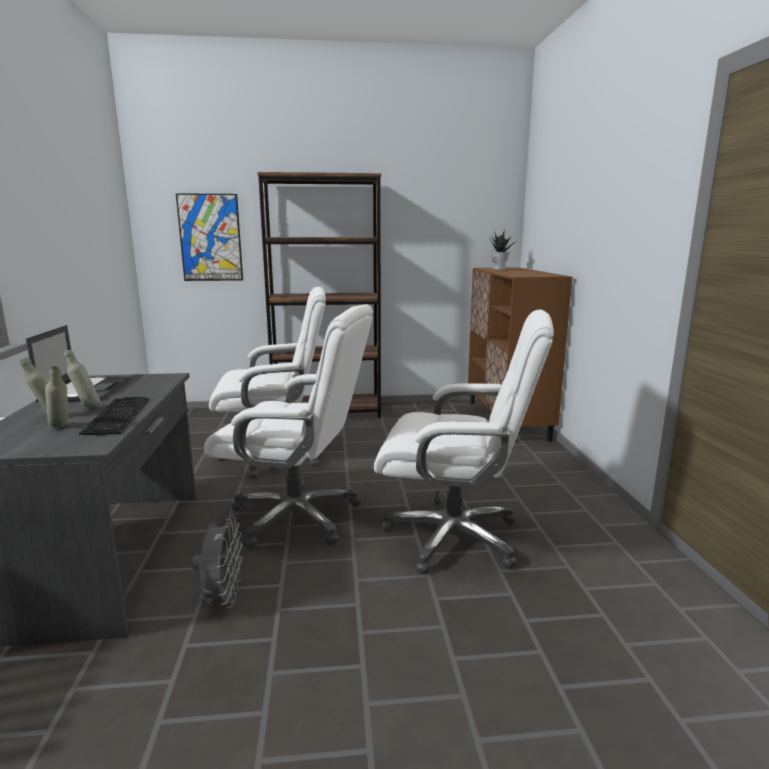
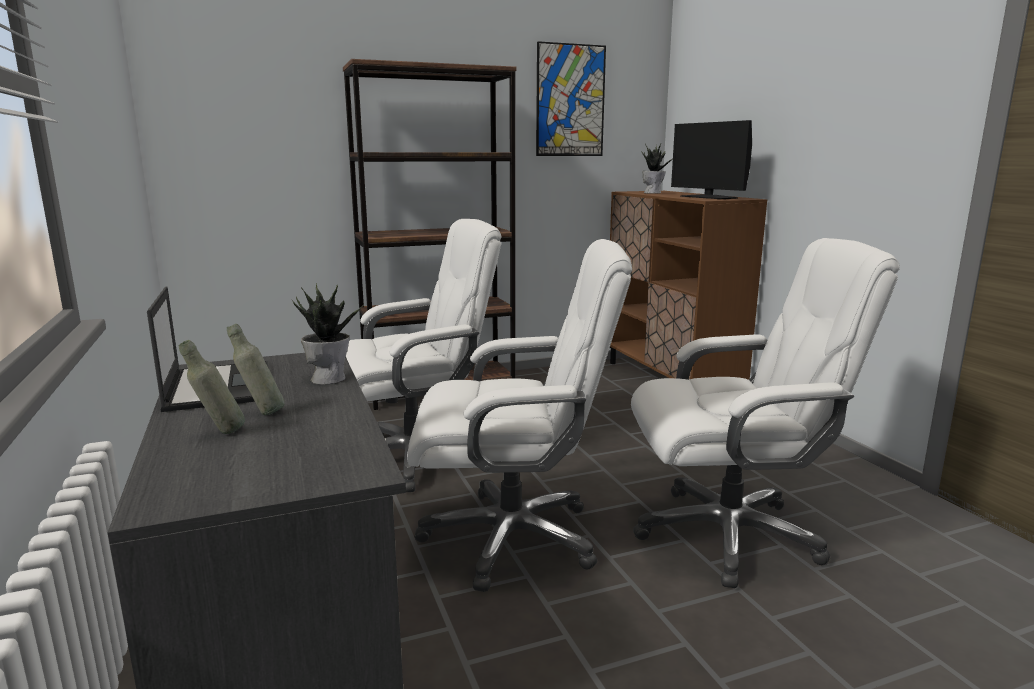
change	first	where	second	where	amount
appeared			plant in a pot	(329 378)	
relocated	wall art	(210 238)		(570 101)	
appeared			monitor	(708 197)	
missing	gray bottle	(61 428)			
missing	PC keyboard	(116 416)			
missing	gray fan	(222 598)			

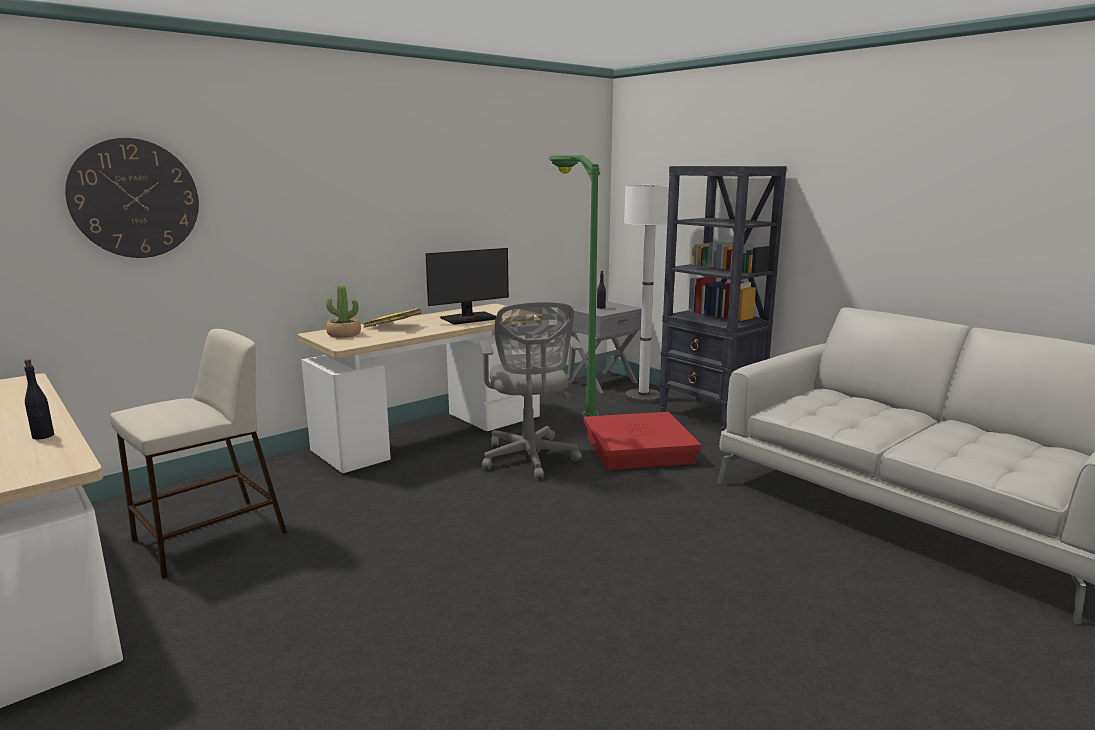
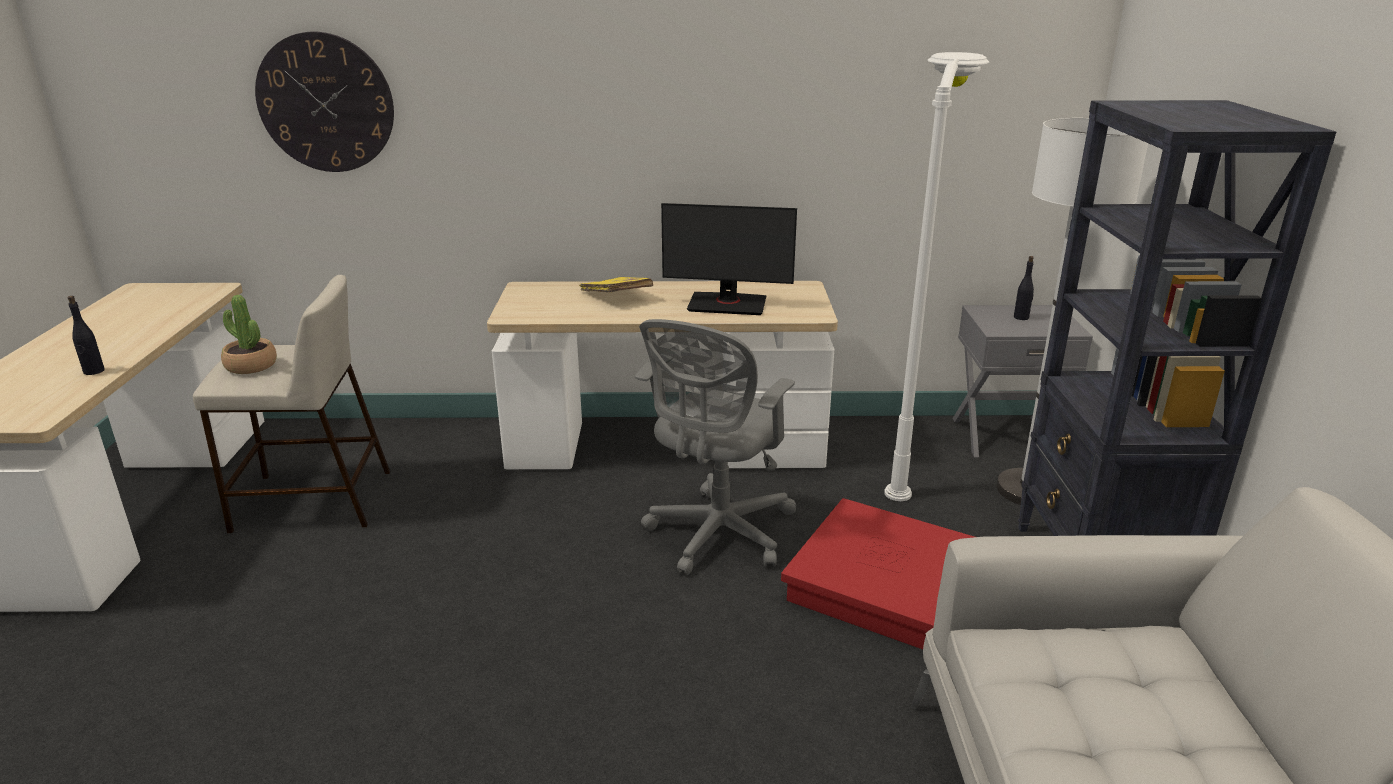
change	first	where	second	where	amount
relocated	plant in a pot	(344 334)		(251 366)	
colour	green standard lamp	(570 400)	whitish standard lamp	(909 455)	

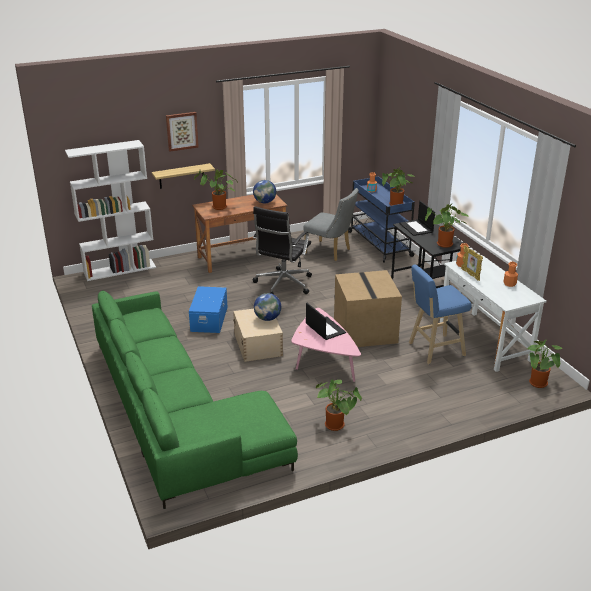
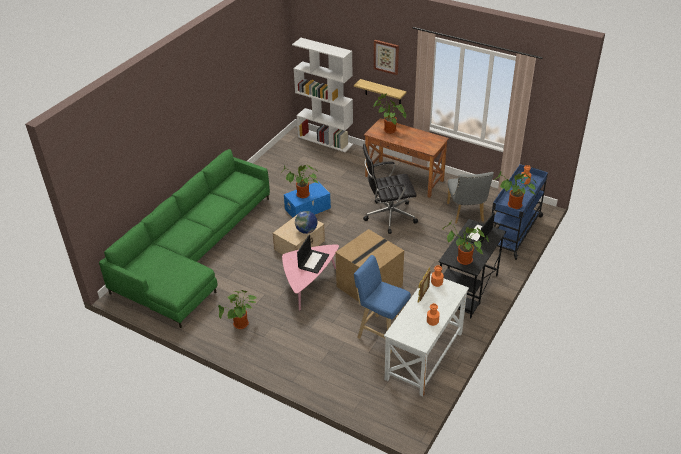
change	first	where	second	where	amount
relocated	plant in a pot	(539 384)		(302 195)	
missing	world globe	(265 202)			

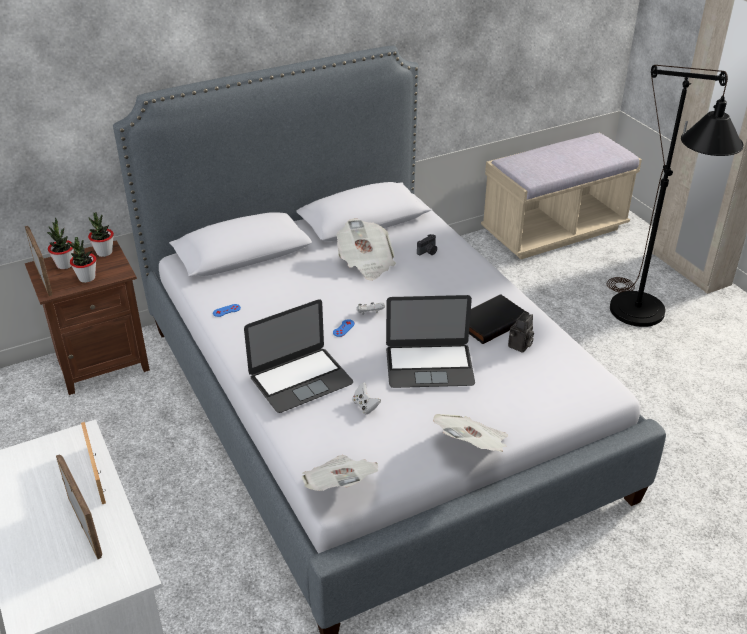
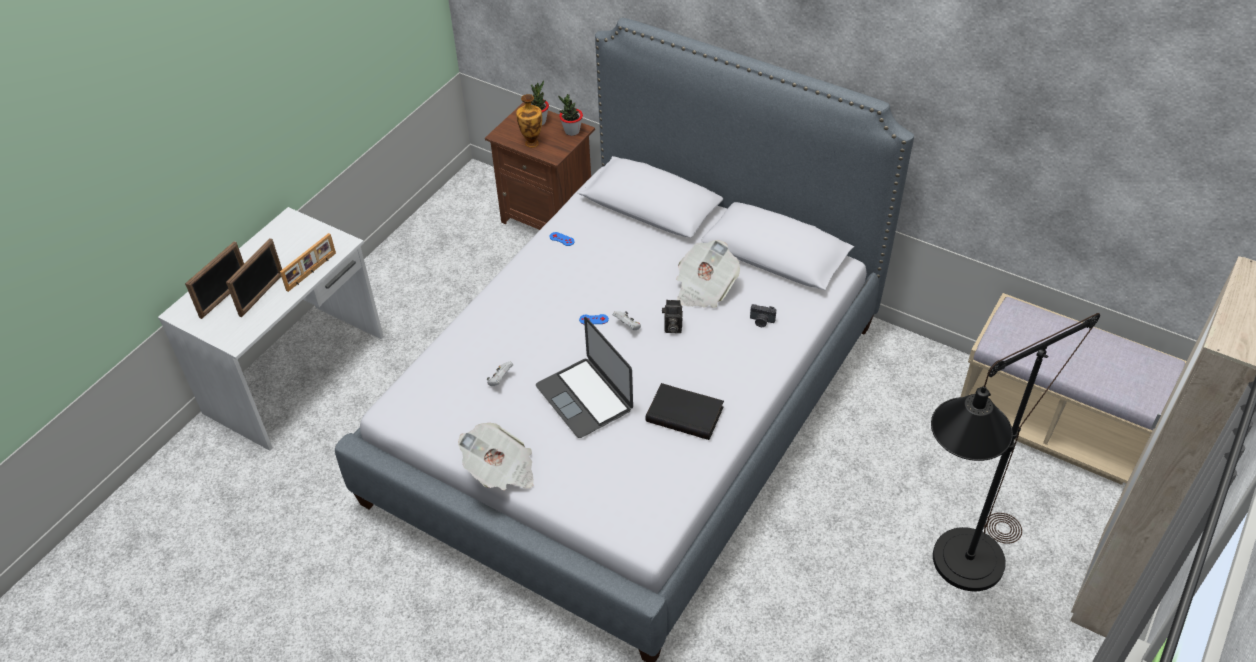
change	first	where	second	where	amount
relocated	photo frame	(43 279)		(225 297)	
exchanged	plant in a pot	(87 278)	vase	(532 142)	
relocated	photo camera	(520 346)		(672 328)	
missing	laptop	(301 379)			
missing	printed paper	(340 486)			

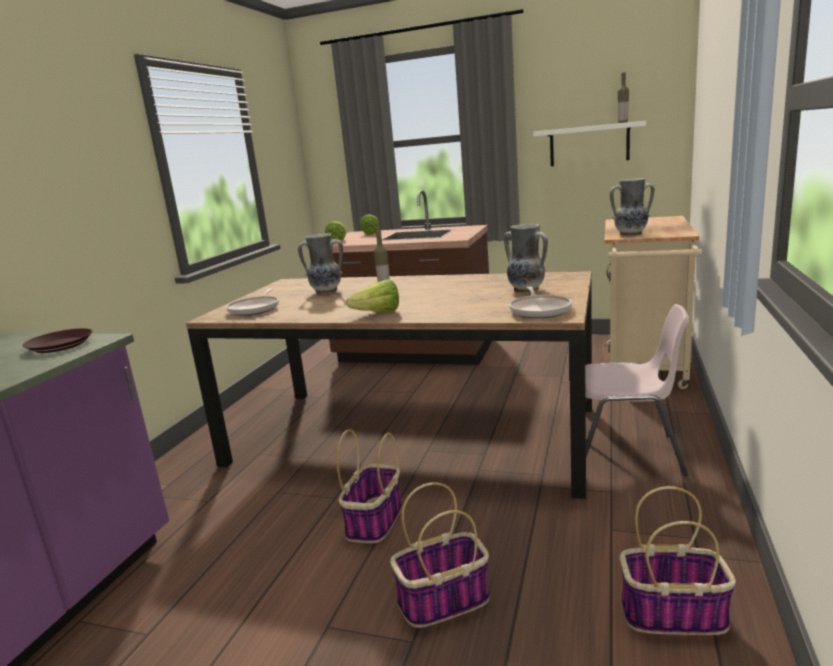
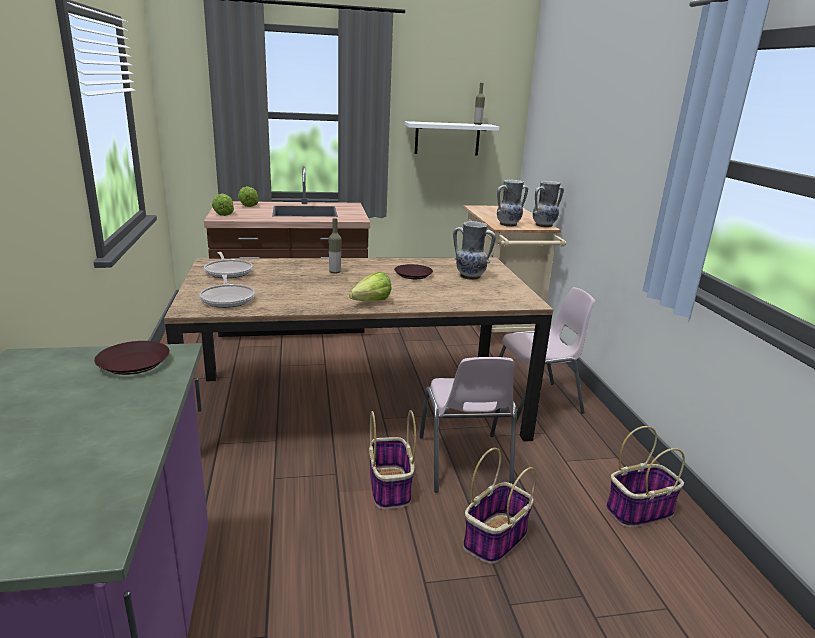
change	first	where	second	where	amount
relocated	frying pan	(540 310)		(228 272)	
appeared			brown flat dish	(413 275)	
appeared			pink upright chair	(464 463)	
relocated	vase	(326 291)		(544 226)	

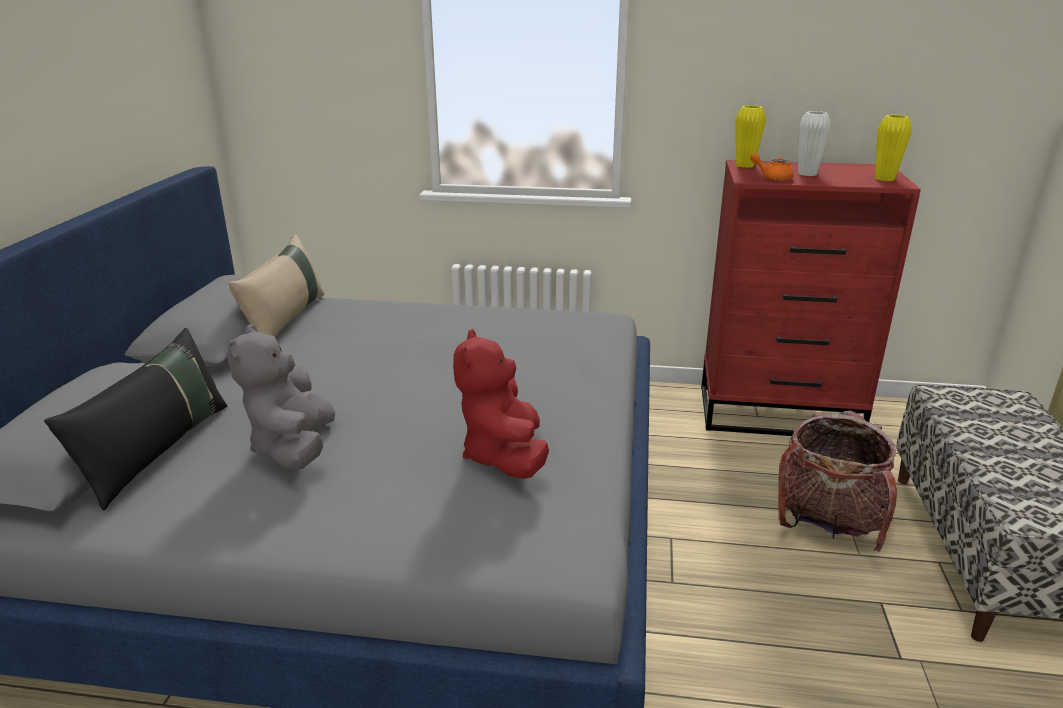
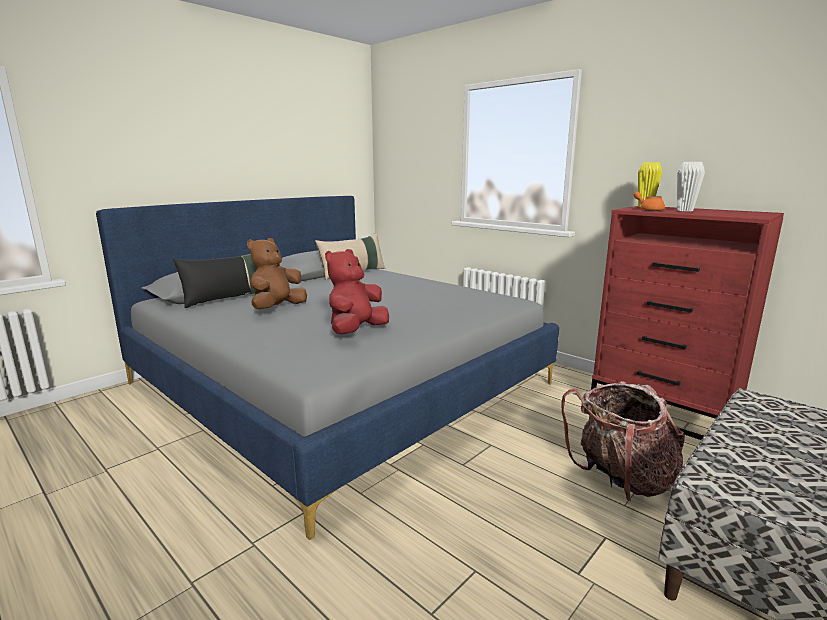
change	first	where	second	where	amount
colour	gray plush toy	(294 448)	brown plush toy	(277 308)	
missing	yellow vase	(884 179)			

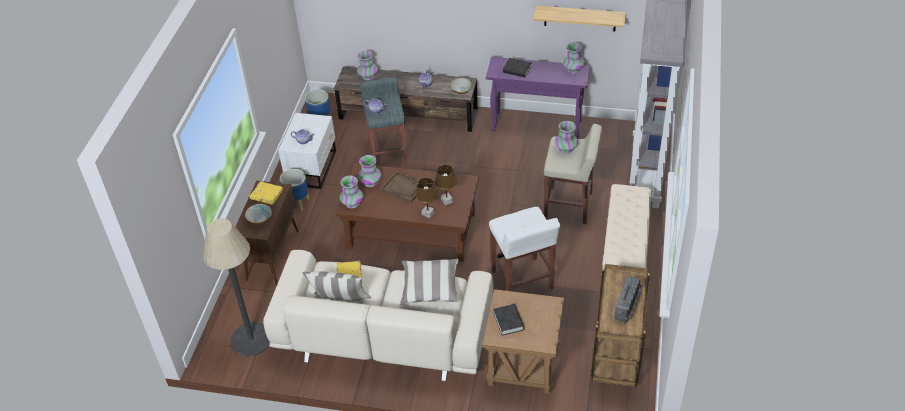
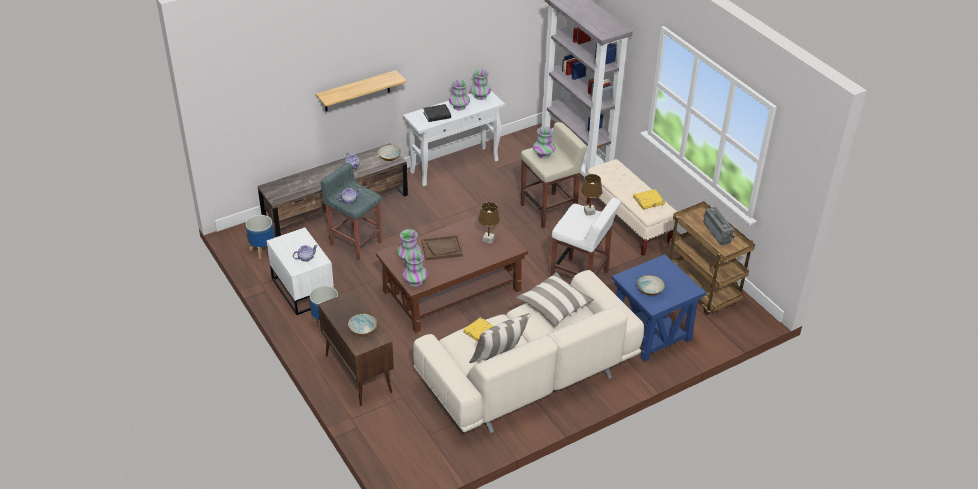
change	first	where	second	where	amount
relocated	bracket shelf	(580 18)		(357 91)	
colour	purplish console table	(537 126)	whitish console table	(455 166)	
relocated	vase	(367 76)		(459 107)	
relocated	brown tabletop lamp	(428 213)		(589 212)	
colour	brown end table	(522 365)	blue end table	(651 334)	
relocated	yellow volume	(266 194)		(648 201)	
exchanged	blackish volume	(508 321)	bowl	(649 290)	
missing	standard lamp	(251 339)			

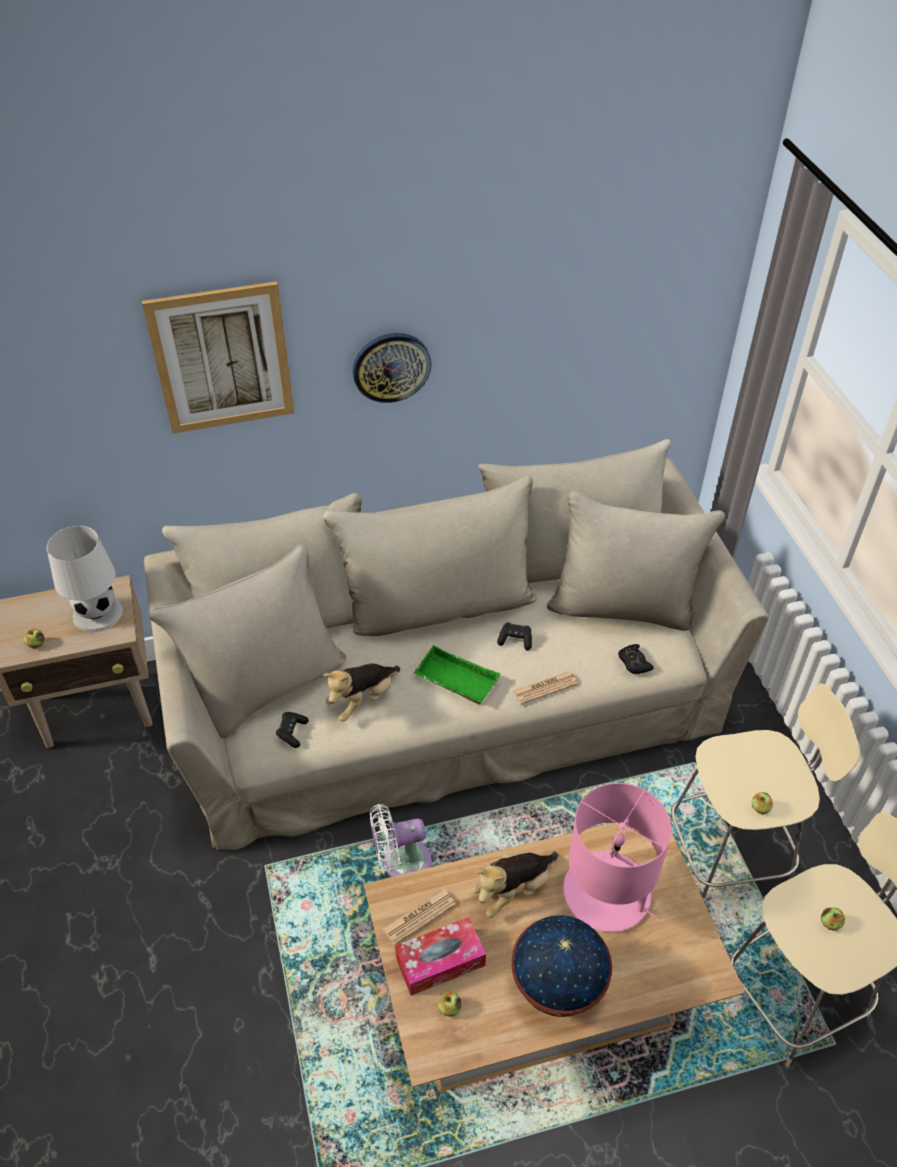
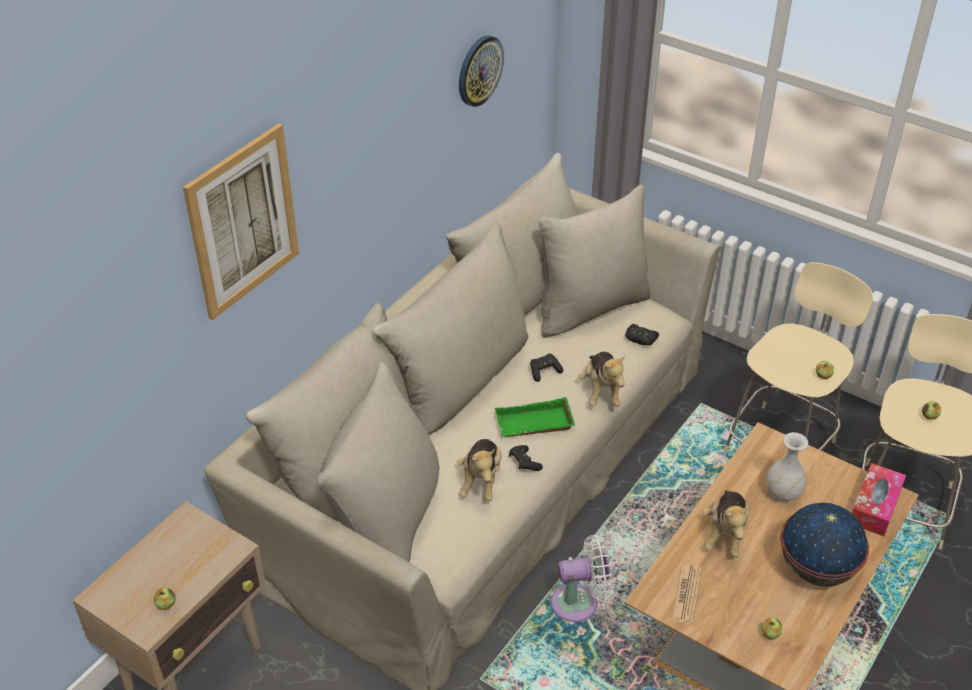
change	first	where	second	where	amount
relocated	hanging clock	(391 366)		(479 70)	
relocated	blackish joypad	(292 732)		(524 463)	
spun	whitish fan	(401 863)		(579 603)	135 degrees counterclockwise
exchanged	printed paper	(545 688)	plush toy	(601 391)	
exchanged	pink tabletop lamp	(608 893)	whitish vase	(783 494)	
relocated	tissue box	(440 961)		(875 506)	
missing	whitish tabletop lamp	(97 613)			

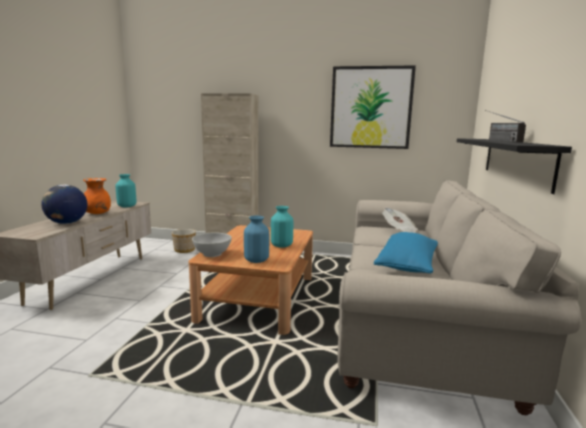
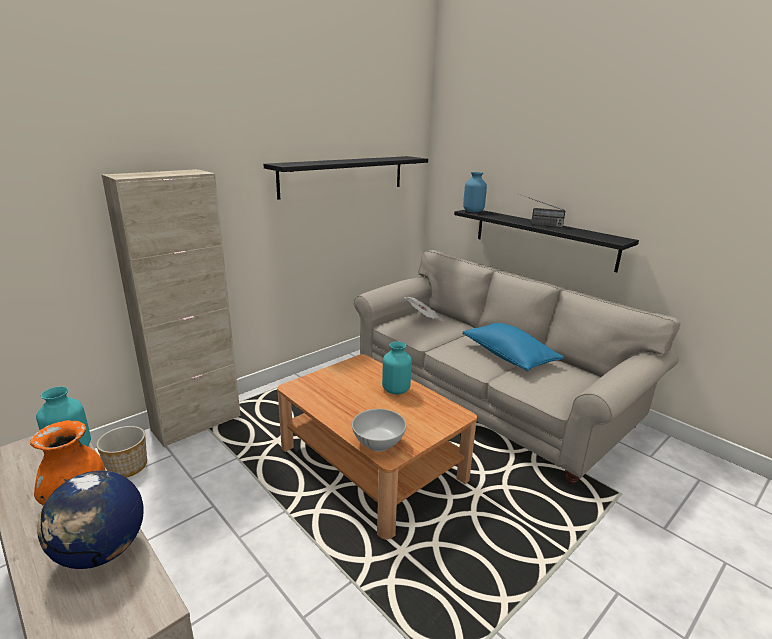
change	first	where	second	where	amount
exchanged	wall art	(370 108)	blackish bracket shelf	(343 176)	
relocated	blue vase	(256 260)		(473 211)	

